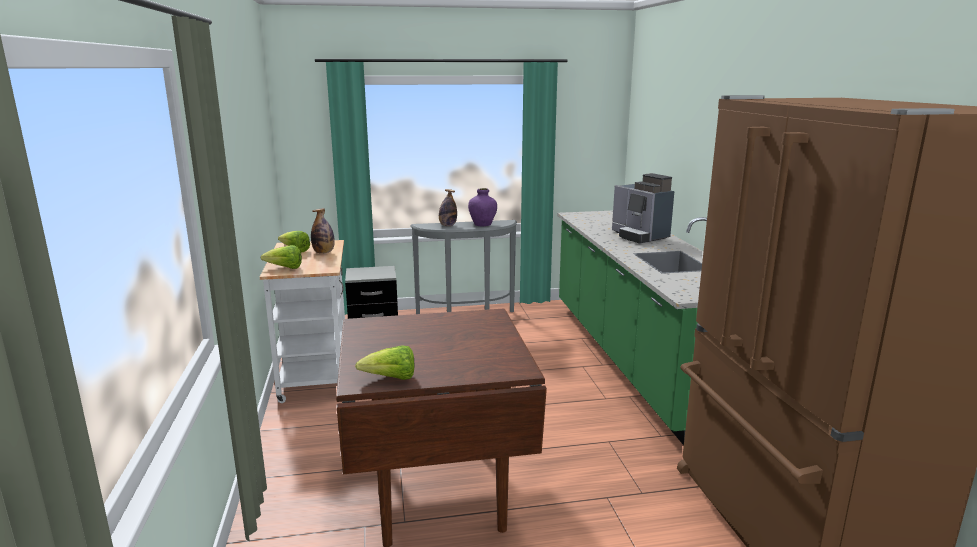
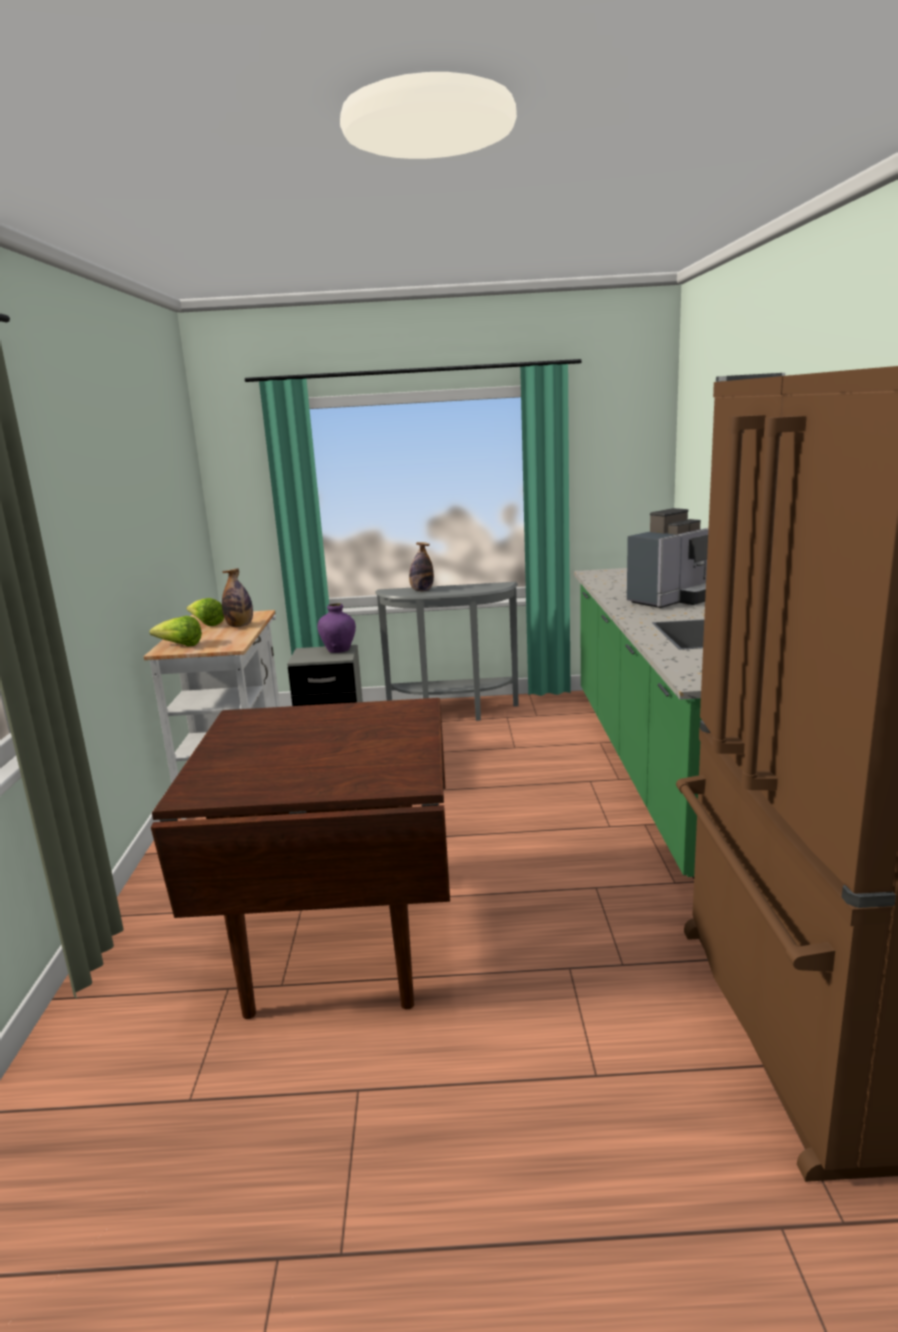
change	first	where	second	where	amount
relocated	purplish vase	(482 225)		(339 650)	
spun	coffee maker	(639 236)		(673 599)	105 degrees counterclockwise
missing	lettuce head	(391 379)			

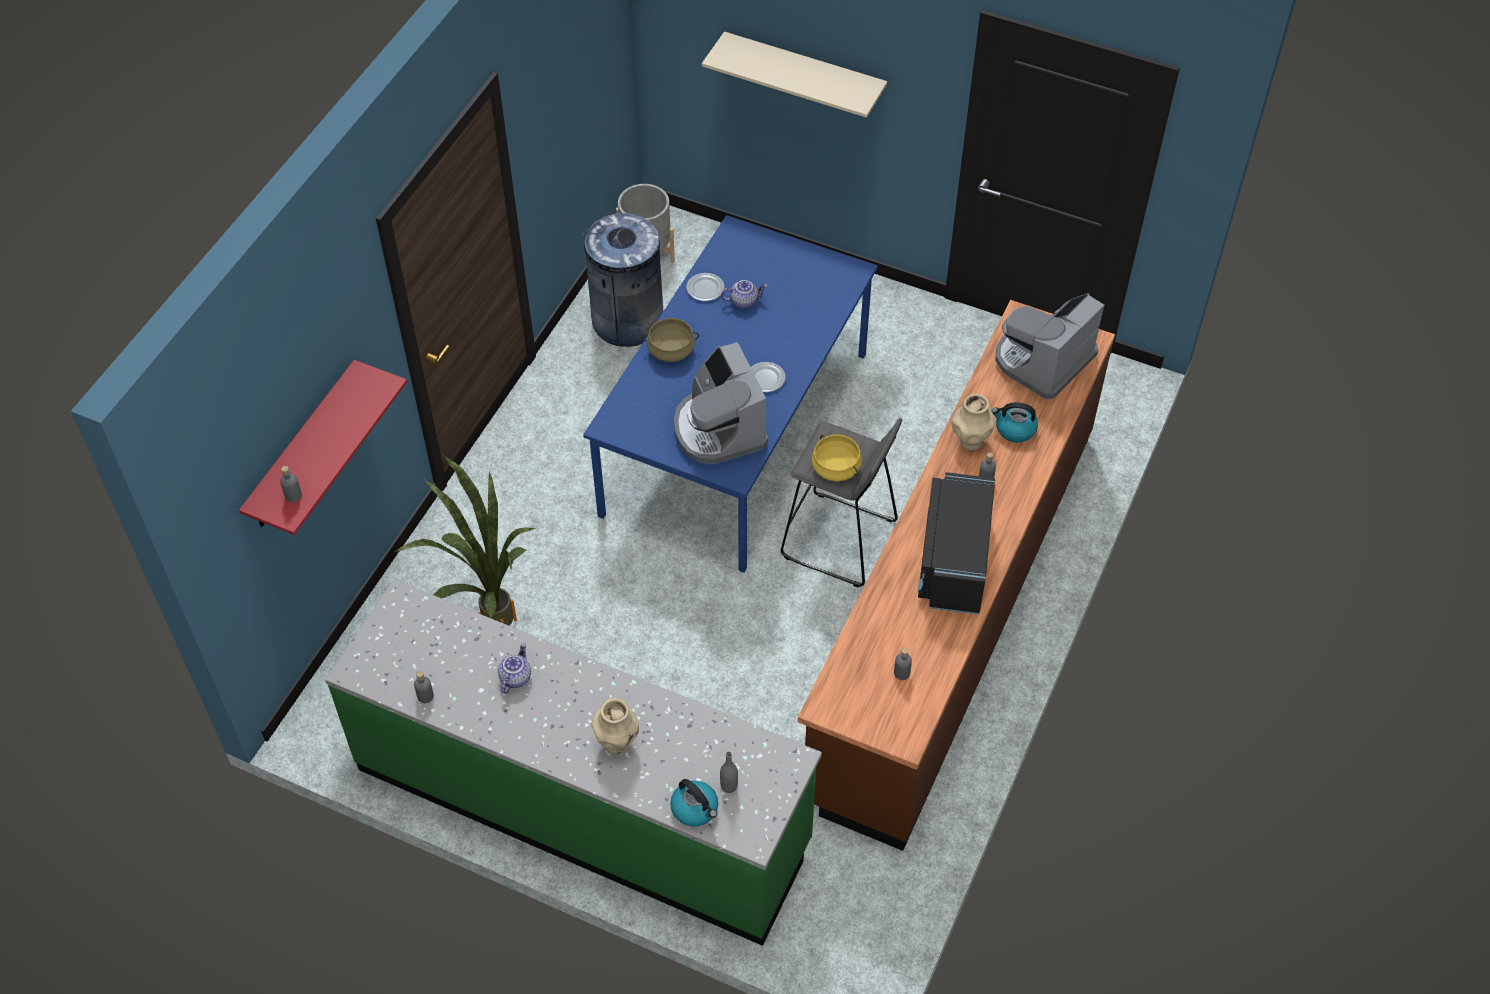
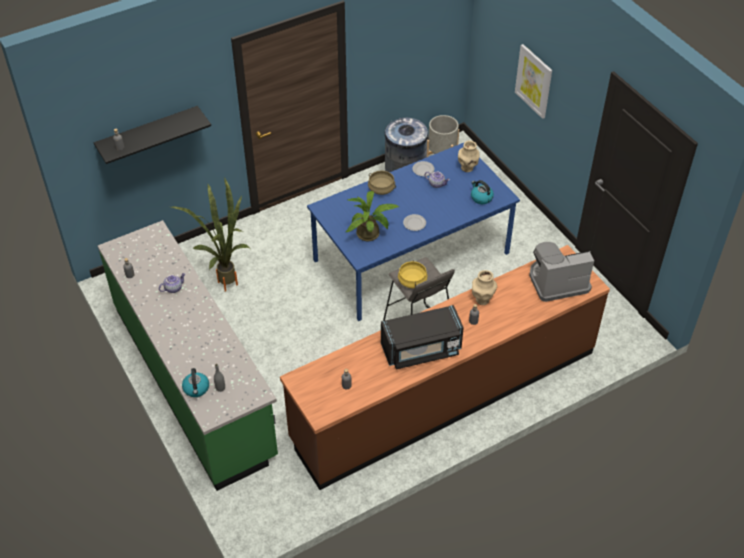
change	first	where	second	where	amount
colour	reddish bracket shelf	(302 448)	blackish bracket shelf	(148 134)	
exchanged	coffee maker	(718 429)	plant in a pot	(371 234)	
spun	blackish kitchen microwave	(954 561)		(421 350)	150 degrees counterclockwise
relocated	beige-coloured vase	(617 743)		(467 168)	
relocated	kettle	(1014 429)		(481 198)	
exchanged	beige-coloured bracket shelf	(804 72)	wall art	(534 81)	

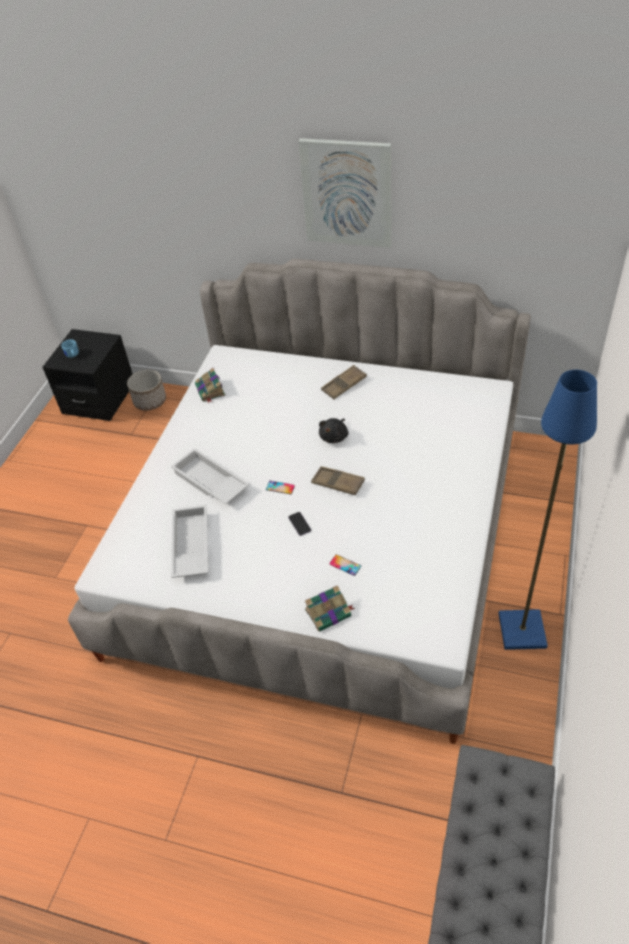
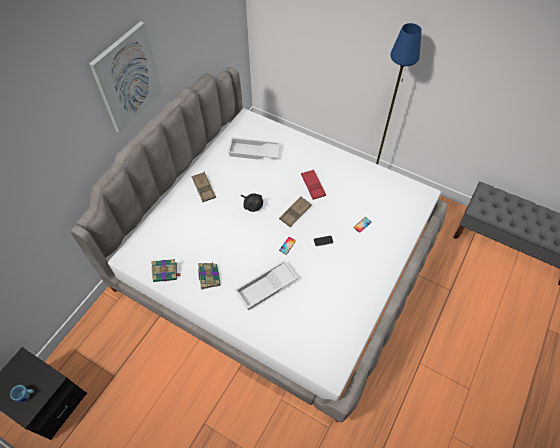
change	first	where	second	where	amount
relocated	volume	(329 612)		(209 276)	
relocated	whitish tray	(190 546)		(253 152)	
appeared			reddish tray	(313 186)	
missing	flower pot	(150 401)			

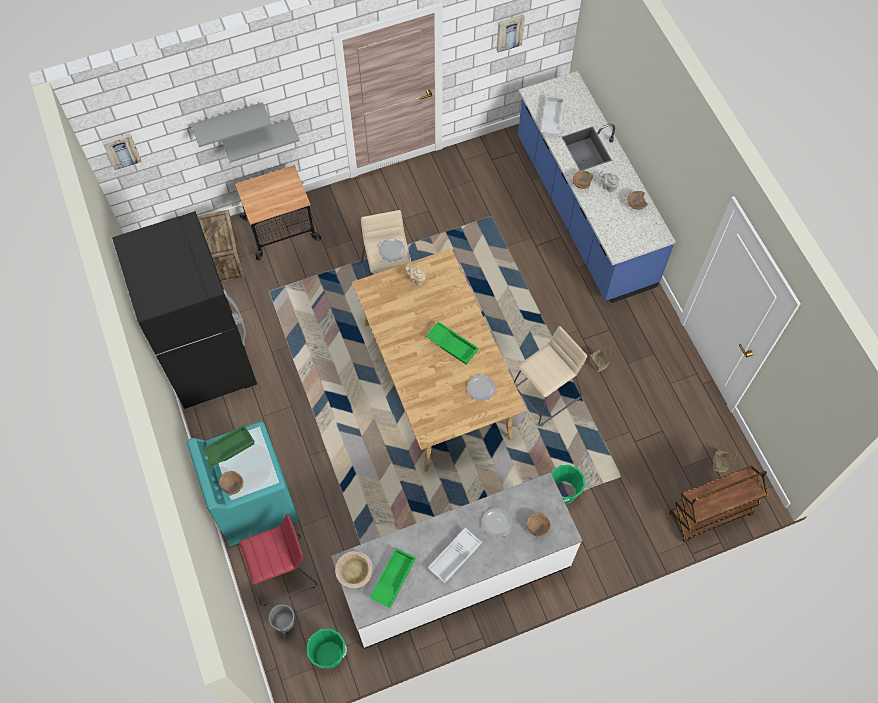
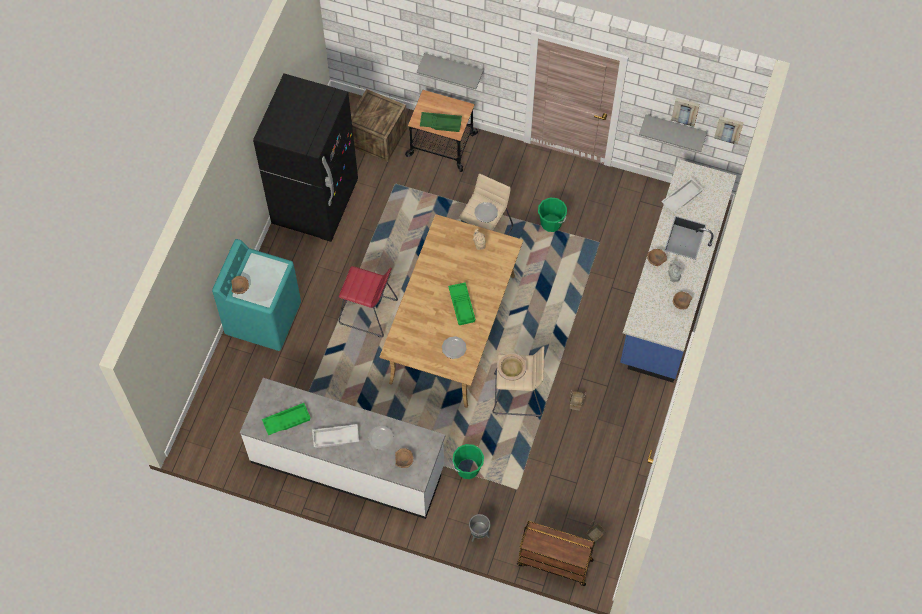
change	first	where	second	where	amount
relocated	reddish stool	(282 571)		(368 312)	
relocated	green tray	(227 448)		(441 123)	
relocated	gray flower pot	(286 625)		(479 534)	
relocated	beige-coloured bowl	(354 572)		(511 369)	
relocated	green bucket	(329 654)		(551 223)	
relocated	gray bracket shelf	(229 121)		(675 128)	
relocated	wall art	(121 150)		(729 129)	

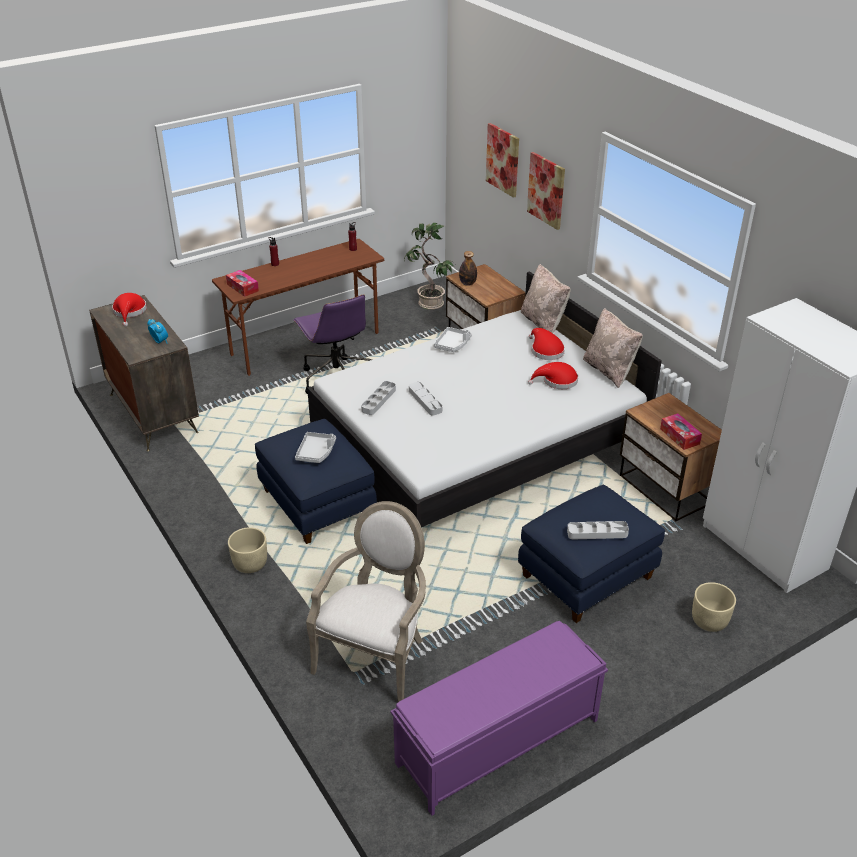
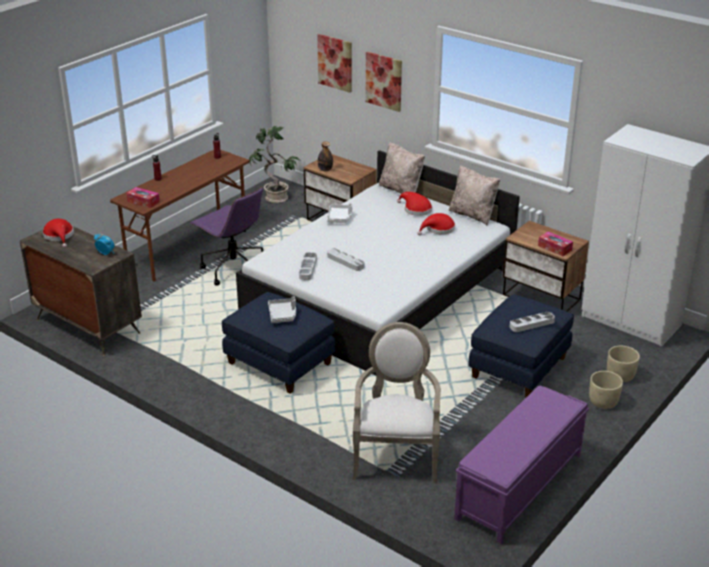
change	first	where	second	where	amount
relocated	beige-coloured flower pot	(250 564)		(603 402)	

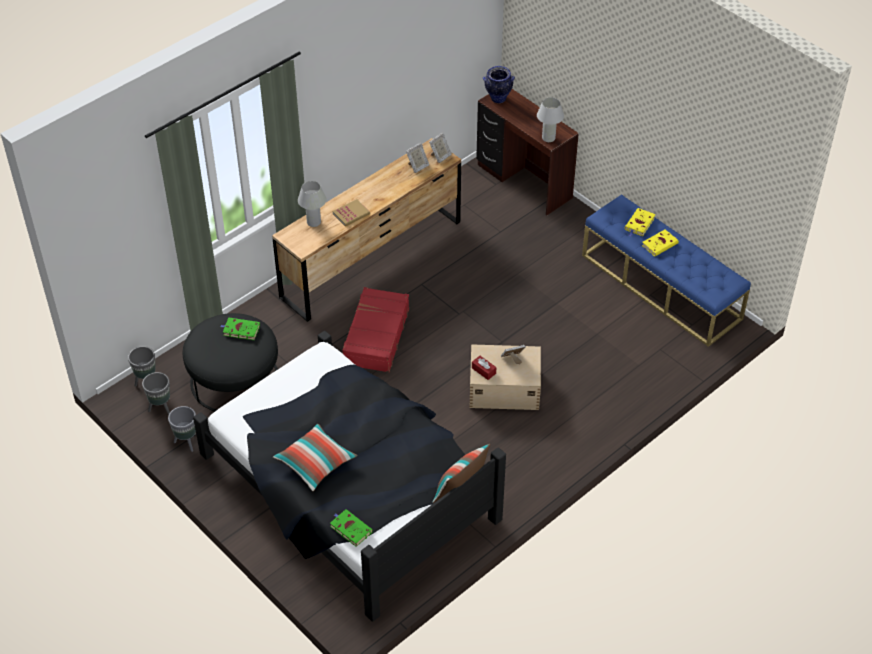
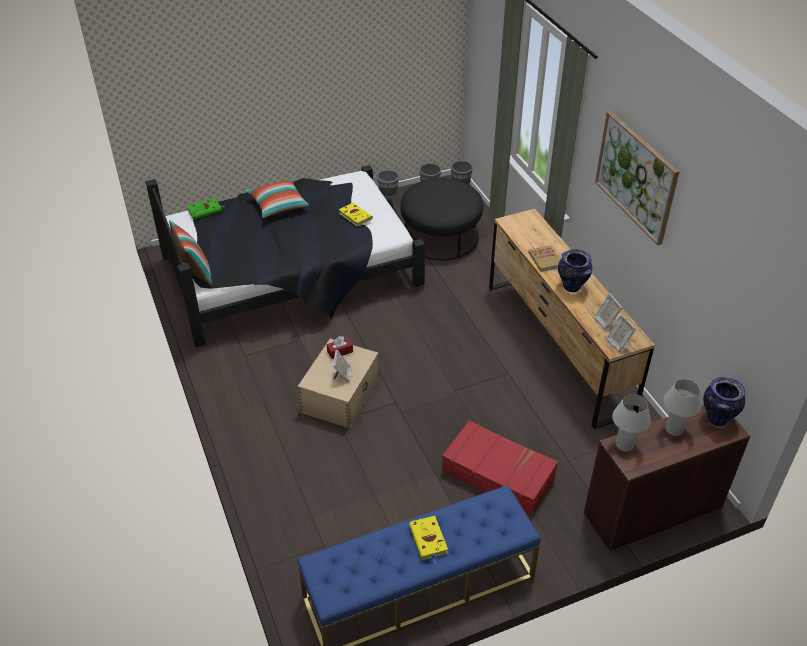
change	first	where	second	where	amount
relocated	yellow volume	(639 224)		(354 216)	
relocated	reddish piece of luggage	(375 337)		(498 474)	
appeared			vase	(572 287)	
appeared			wall art	(636 176)	
relocated	whitish tabletop lamp	(313 222)		(674 429)	
missing	green volume	(240 330)			

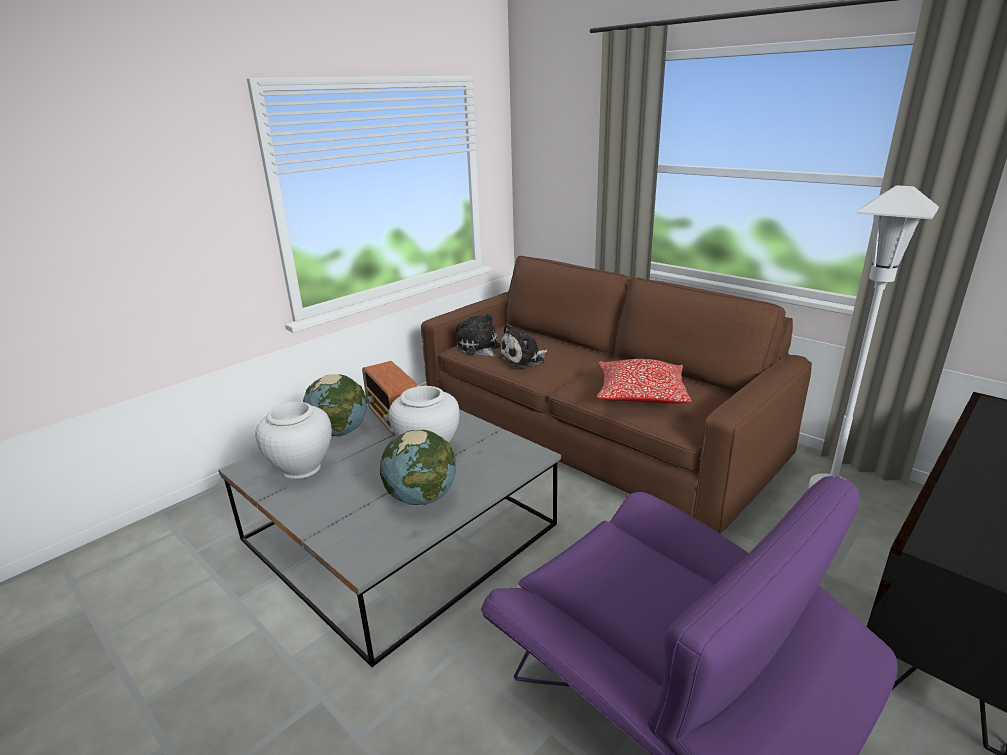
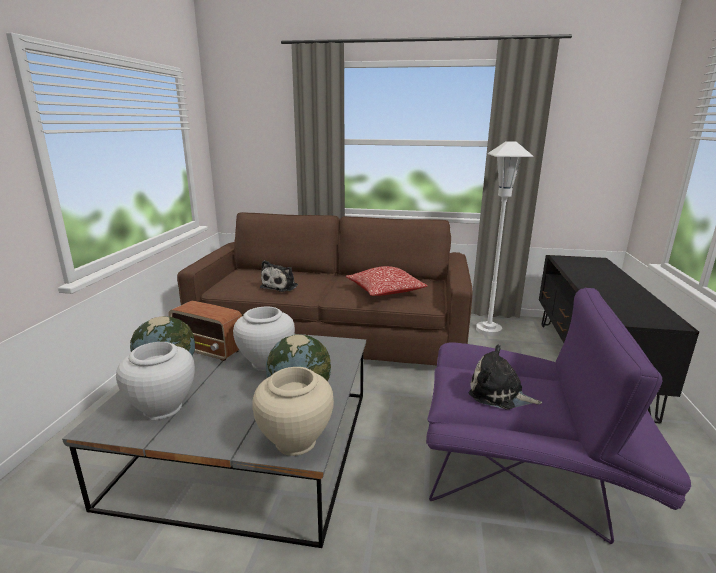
change	first	where	second	where	amount
appeared			beige-coloured vase	(295 442)	
relocated	plush toy	(479 348)		(499 394)	

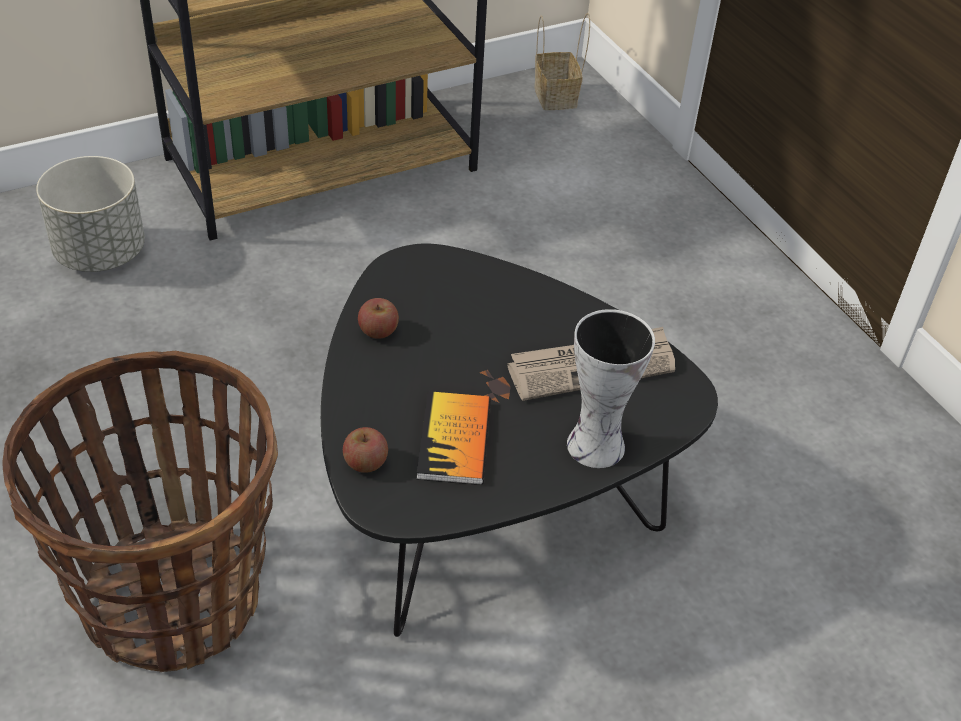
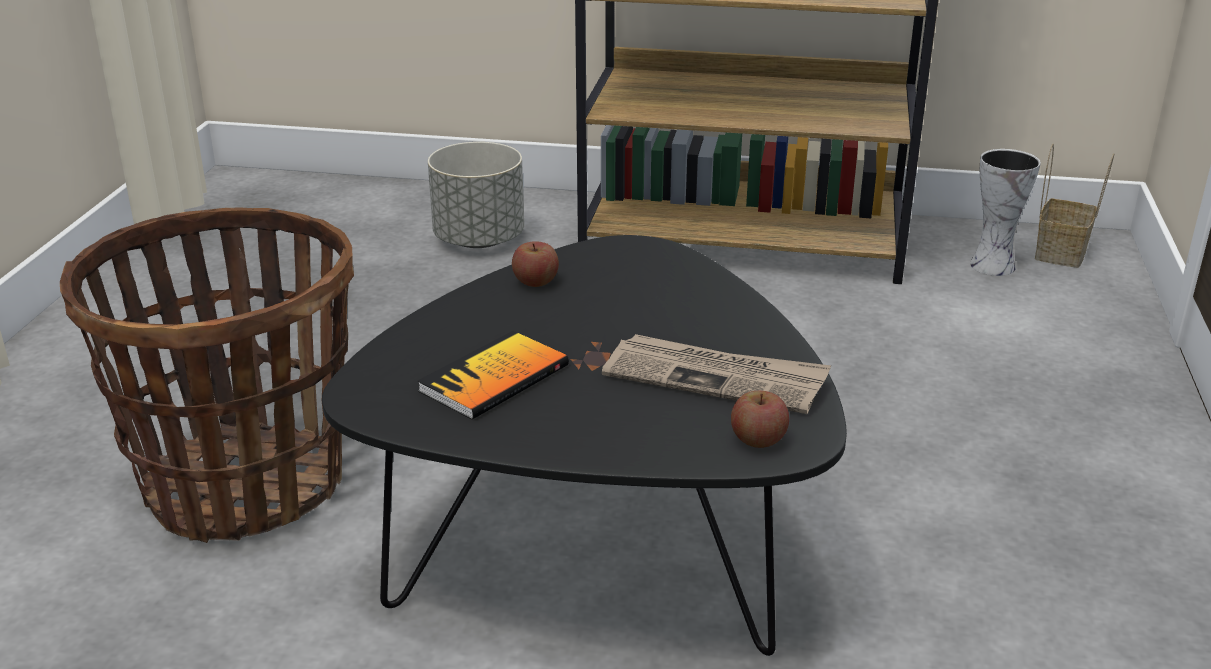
change	first	where	second	where	amount
relocated	whole apple	(365 462)		(758 439)	
relocated	vase	(593 444)		(991 264)	

